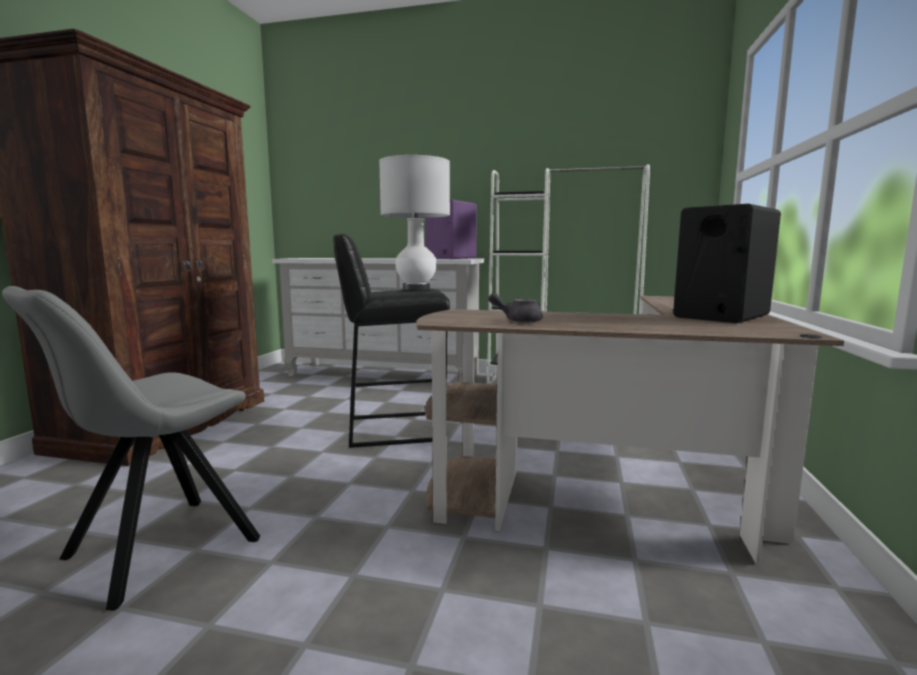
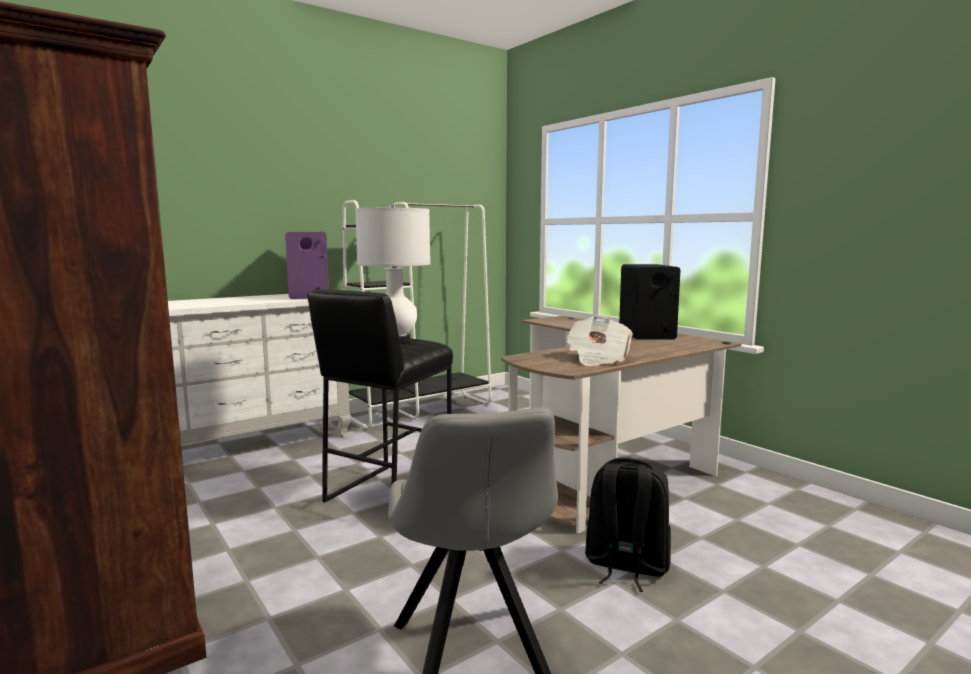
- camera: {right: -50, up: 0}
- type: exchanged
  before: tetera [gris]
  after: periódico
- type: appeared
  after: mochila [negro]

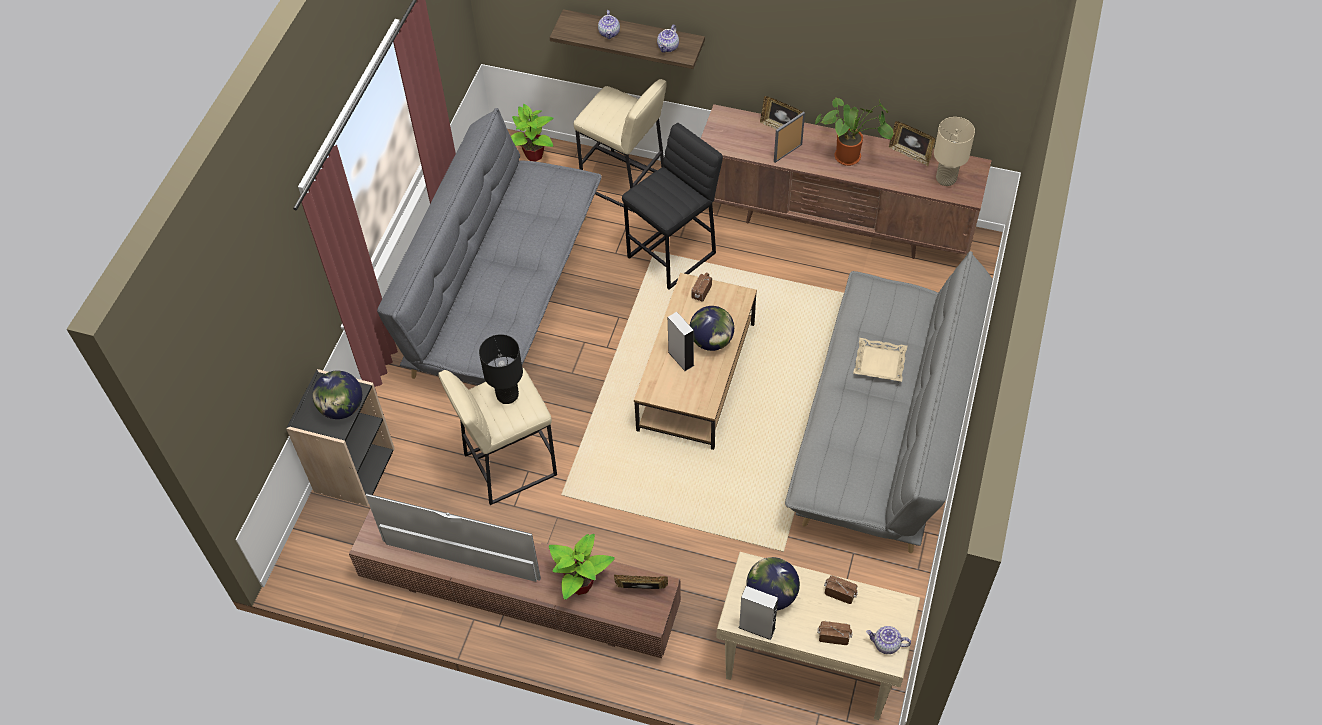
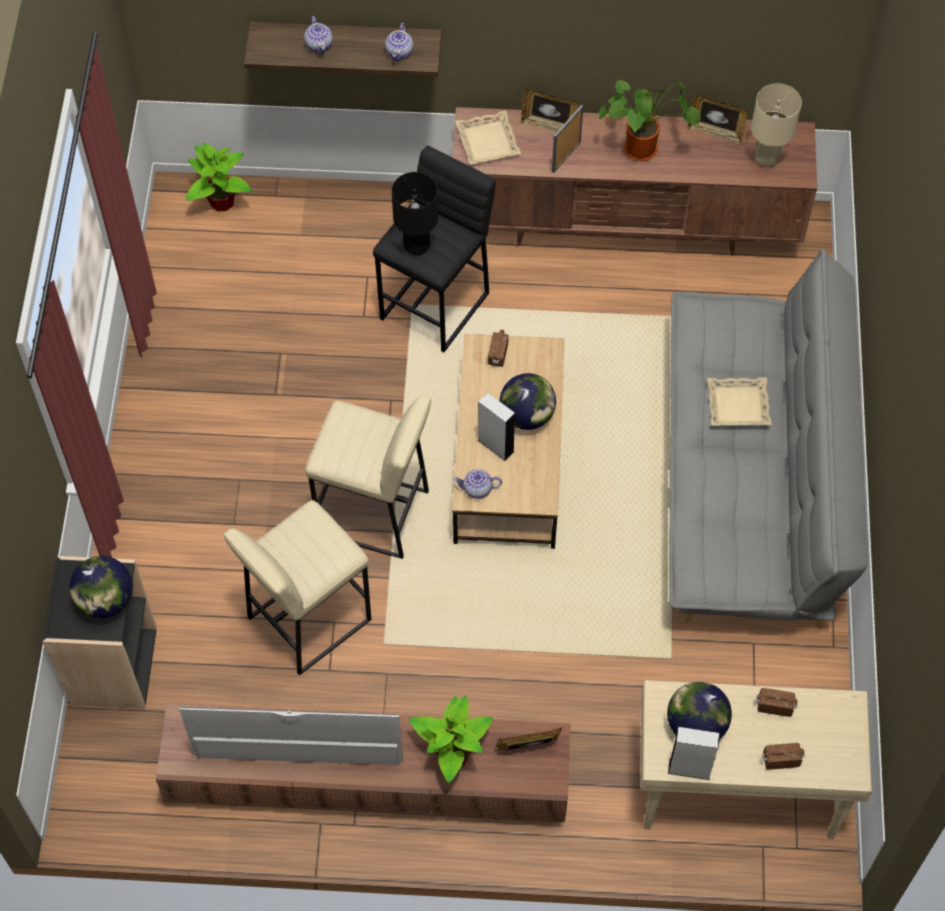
- camera: {right: -15, up: 5}
- type: missing
  before: sofá [gris] (no. 1 from left)
- type: relocated
  before: lámpara de mesa [negro]
- type: relocated
  before: taburete [beis] (no. 2 from left)
- type: relocated
  before: tetera (no. 3 from left)
- type: appeared
  after: bandeja [beis] (no. 1 from left)

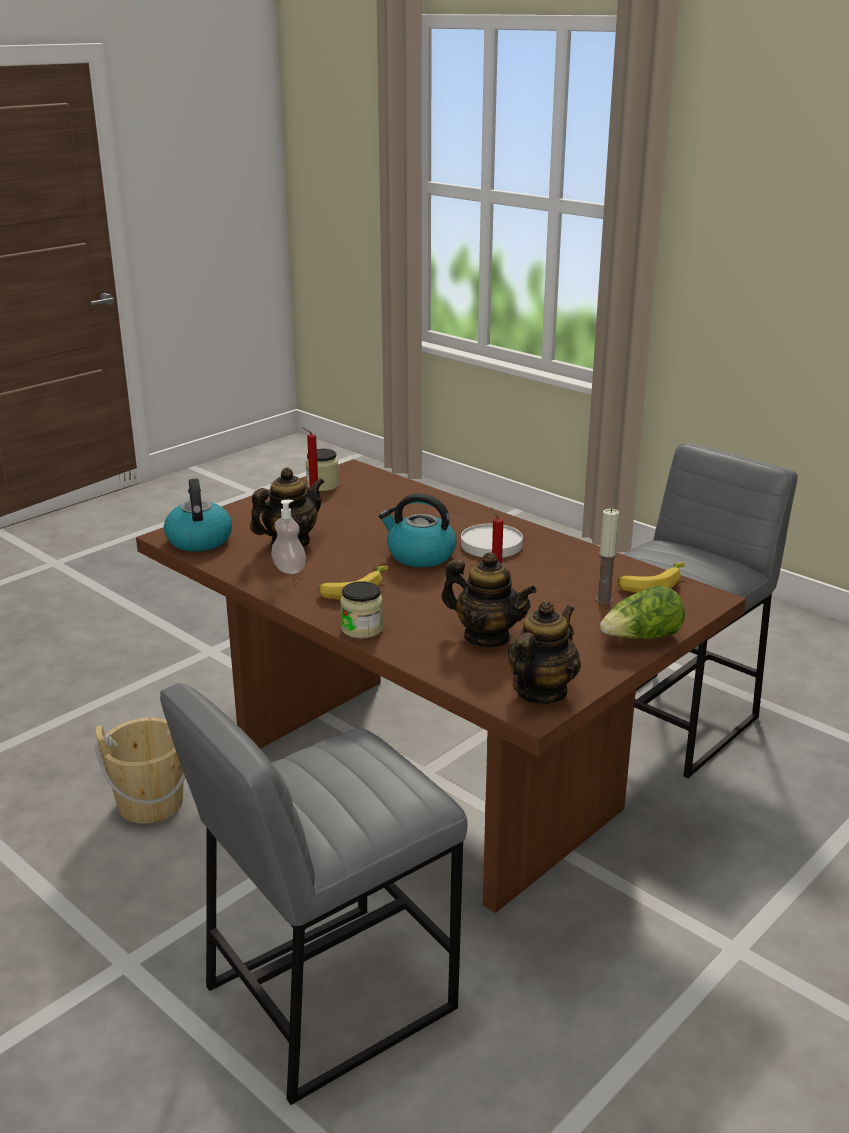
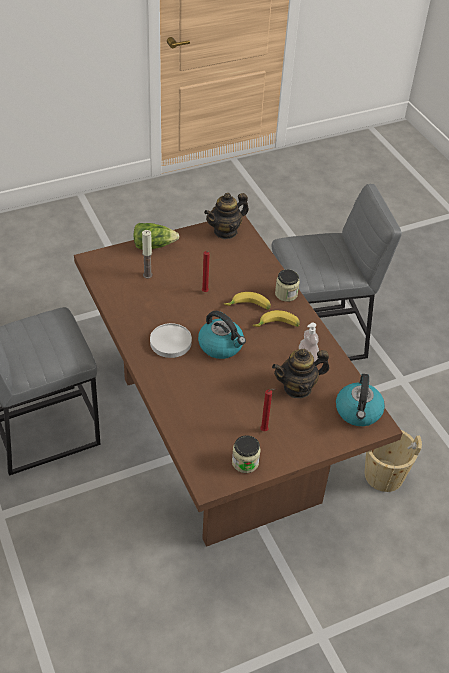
- camera: {right: -160, up: 20}
- type: missing
  before: tetera (no. 2 from left)
- type: relocated
  before: plátano (no. 2 from left in the first image)
  after: plátano (no. 1 from left)

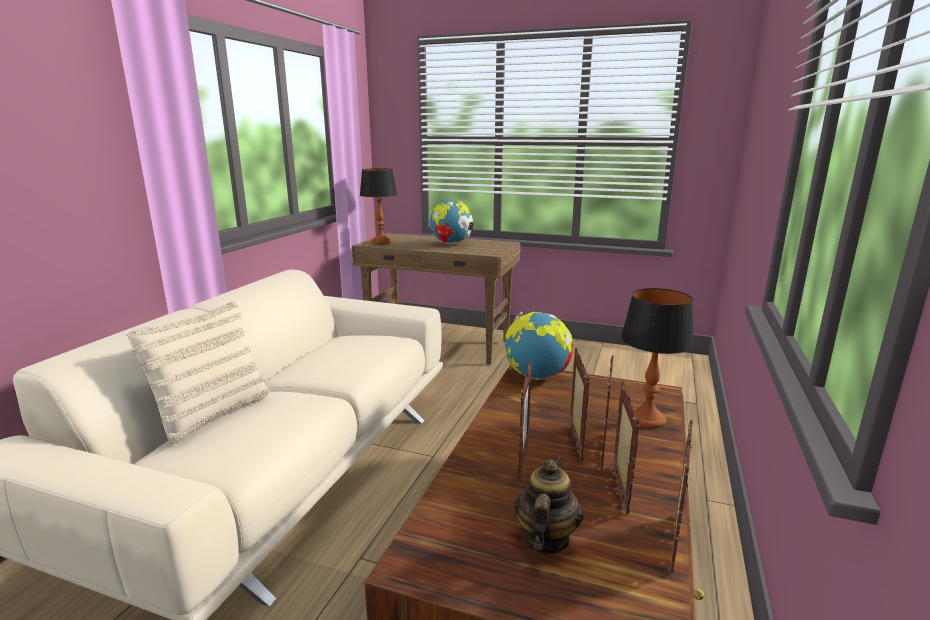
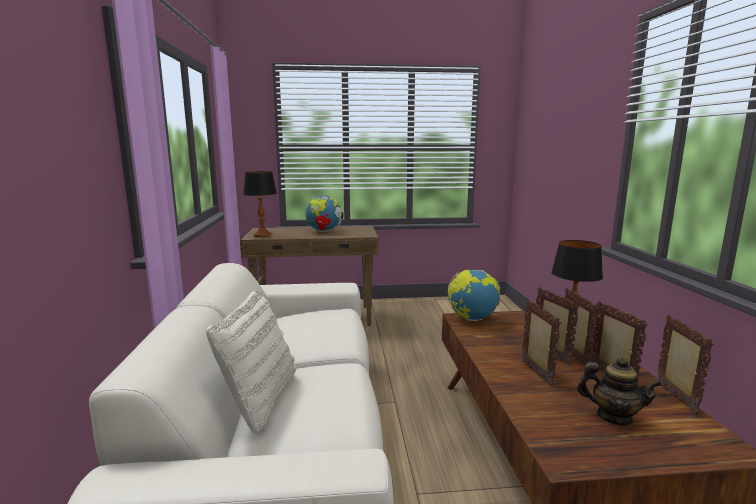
- camera: {right: -25, up: -5}
- type: spun
  before: tetera
  turn: 120

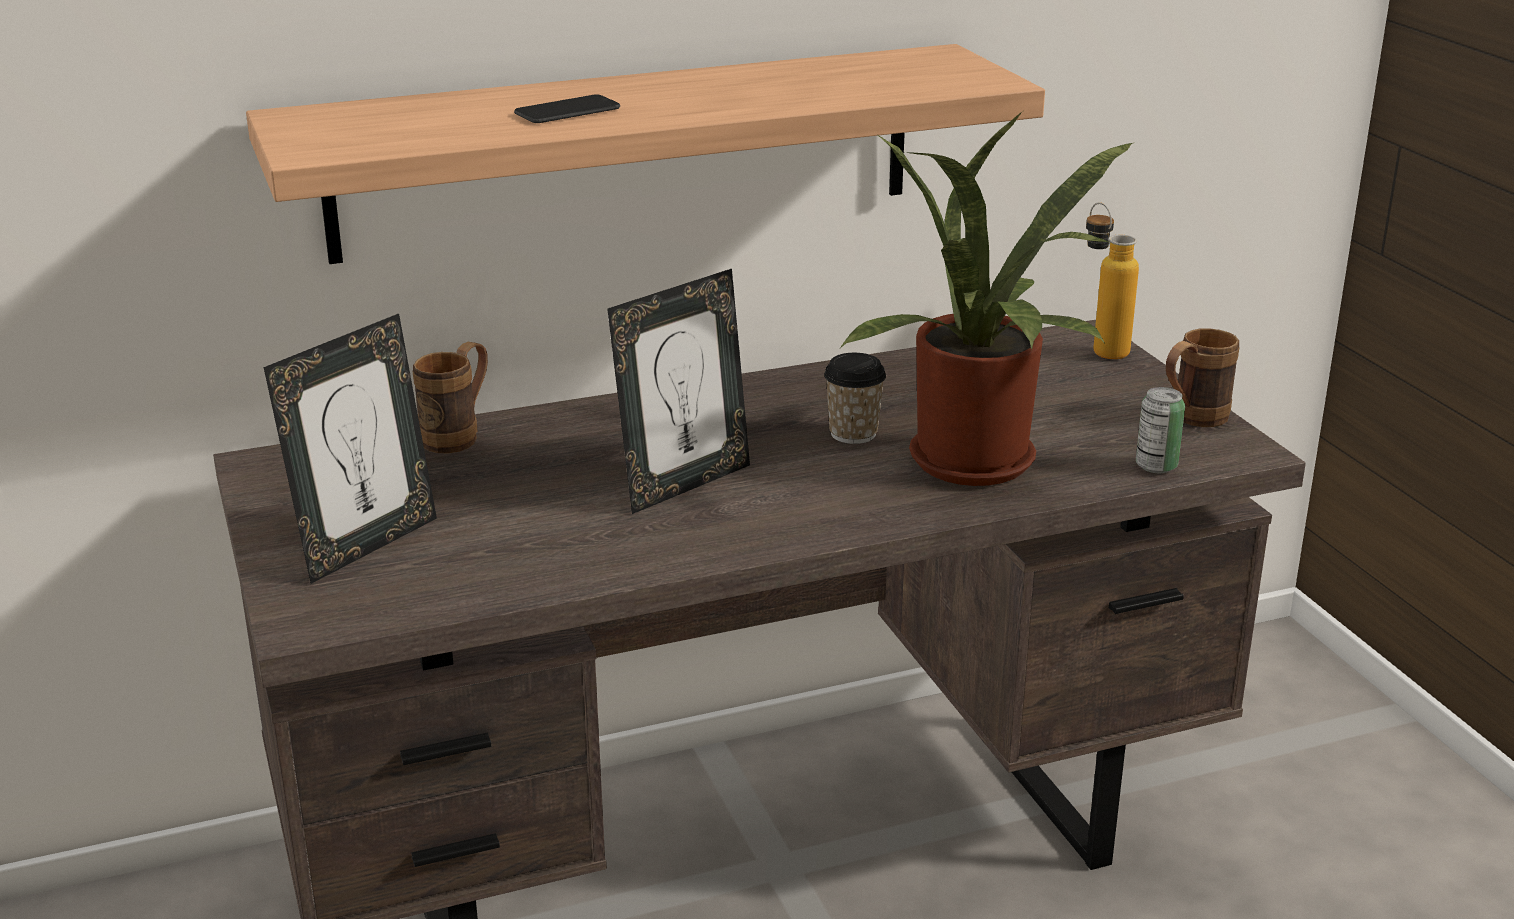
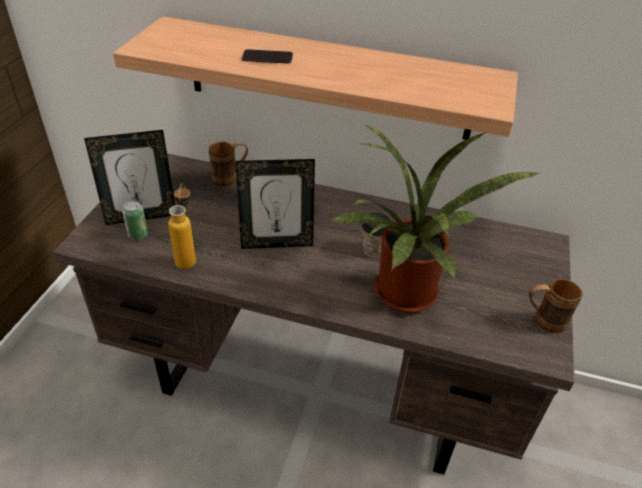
- camera: {right: 35, up: 15}
- type: relocated
  before: botella
- type: relocated
  before: lata

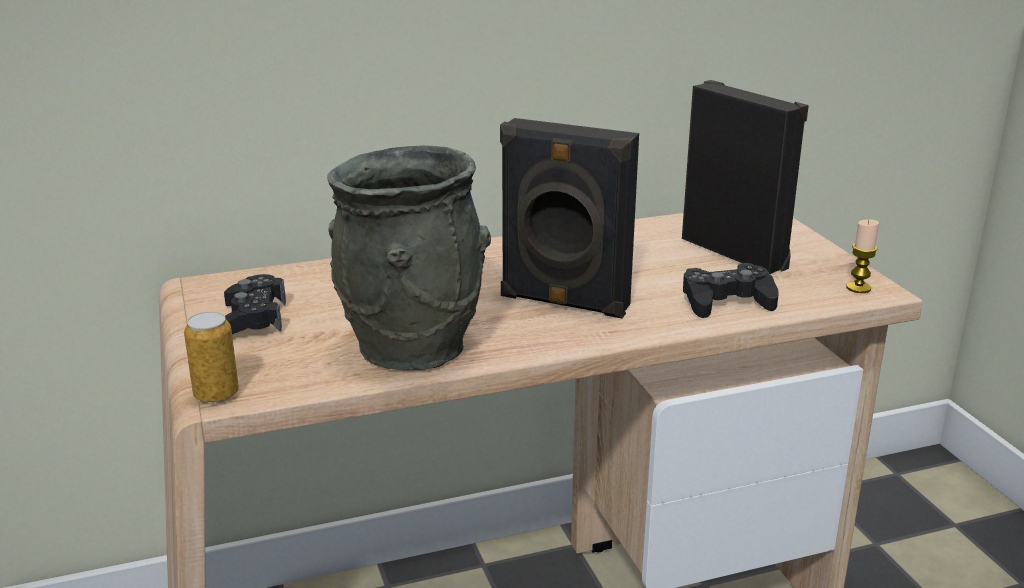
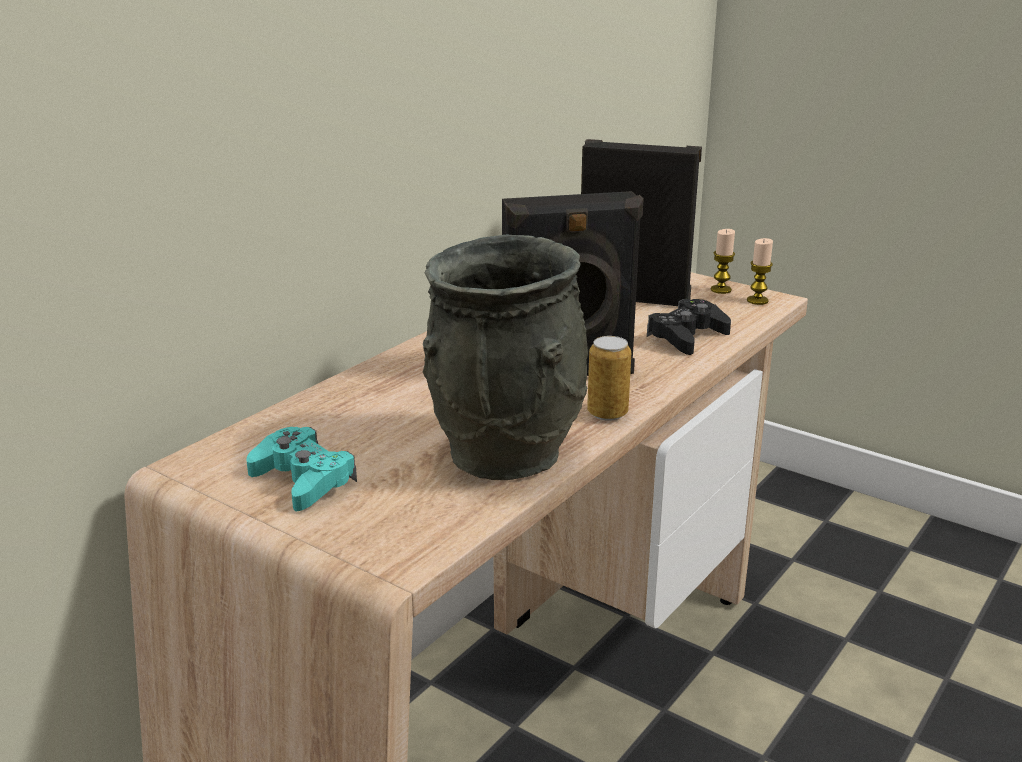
- camera: {right: -35, up: 0}
- type: relocated
  before: lata
- type: colour
  before: mando de consola [negro] (no. 1 from left)
  after: mando de consola [turquesa]
- type: appeared
  after: vela (no. 1 from left)

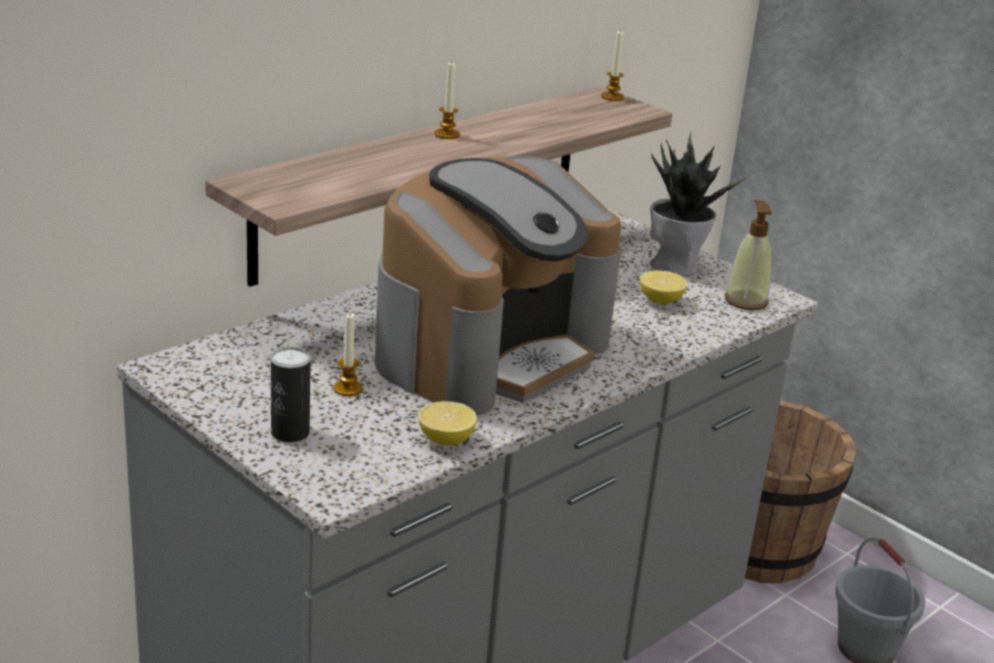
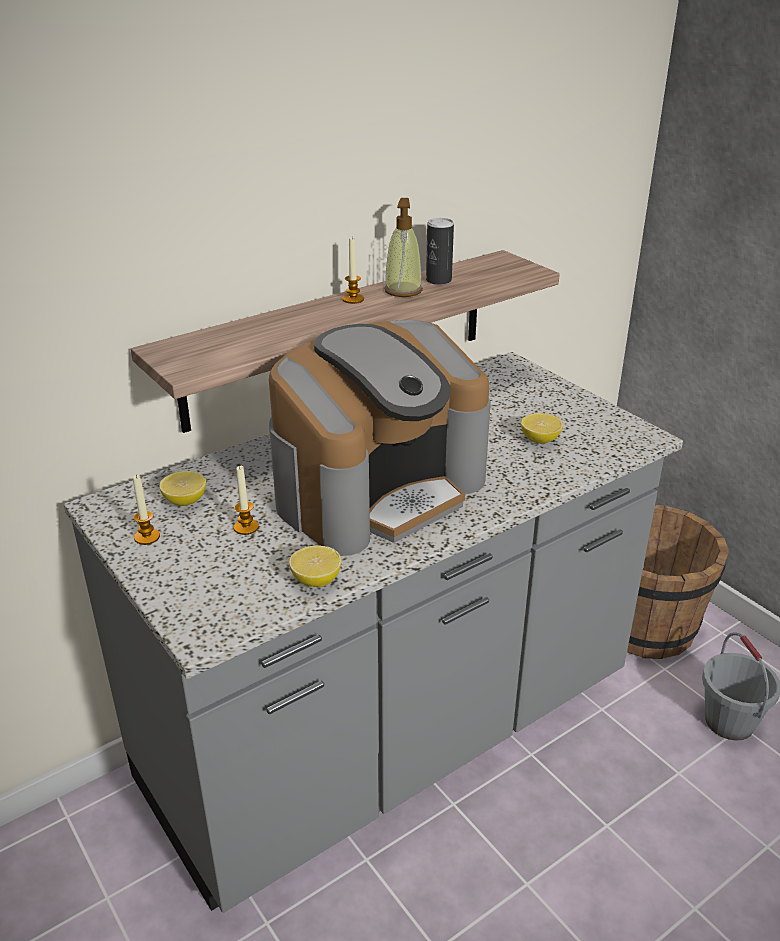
- camera: {right: 10, up: 5}
- type: relocated
  before: lata
- type: relocated
  before: vela (no. 3 from left in the first image)
  after: vela (no. 1 from left)
- type: missing
  before: planta en maceta
- type: relocated
  before: dispensador de jabón
- type: appeared
  after: limón (no. 1 from left)

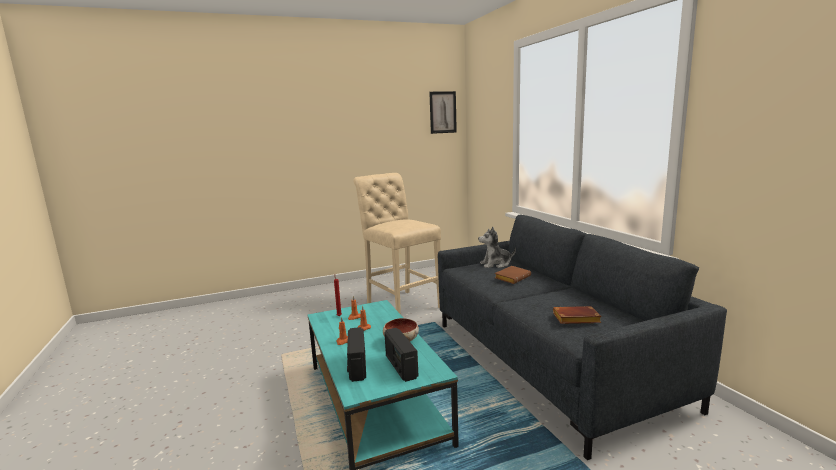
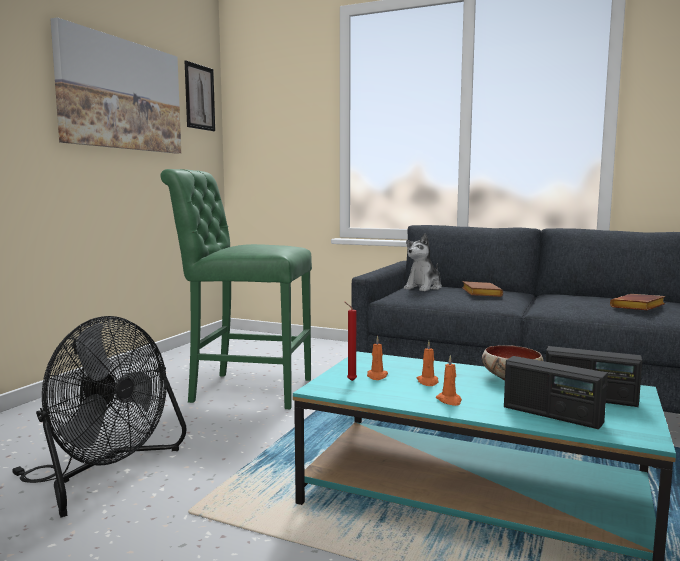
- camera: {right: -45, up: -5}
- type: colour
  before: taburete [beis]
  after: taburete [verde]
- type: appeared
  after: ventilador [negro]
- type: appeared
  after: cuadro (no. 1 from left)

